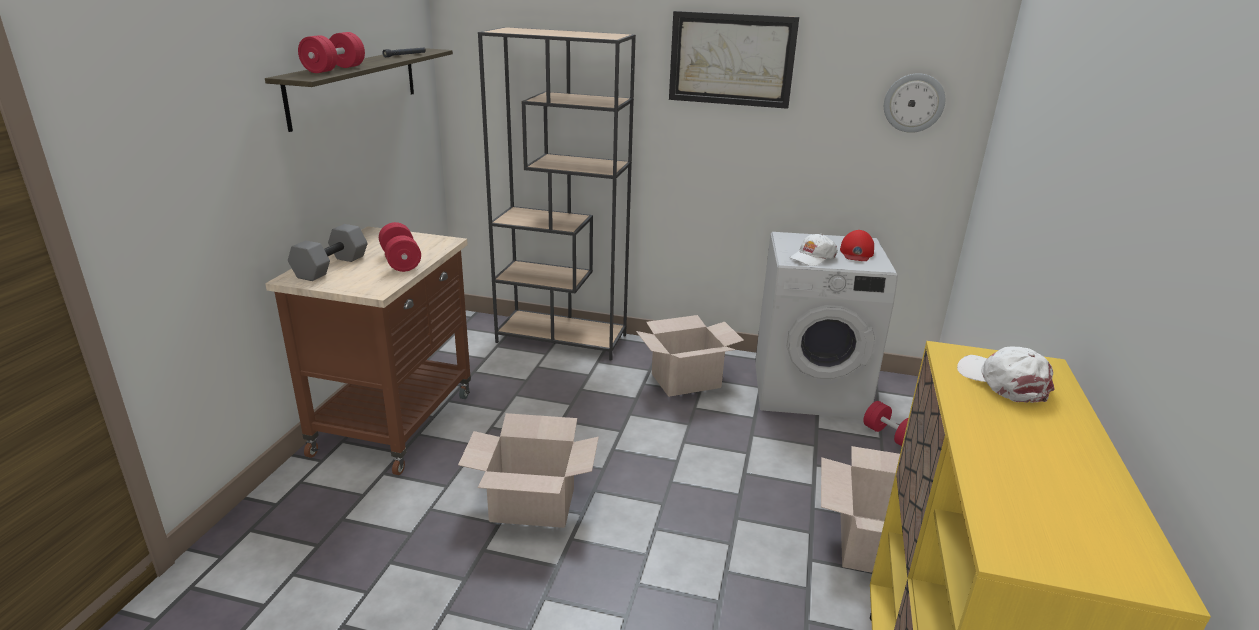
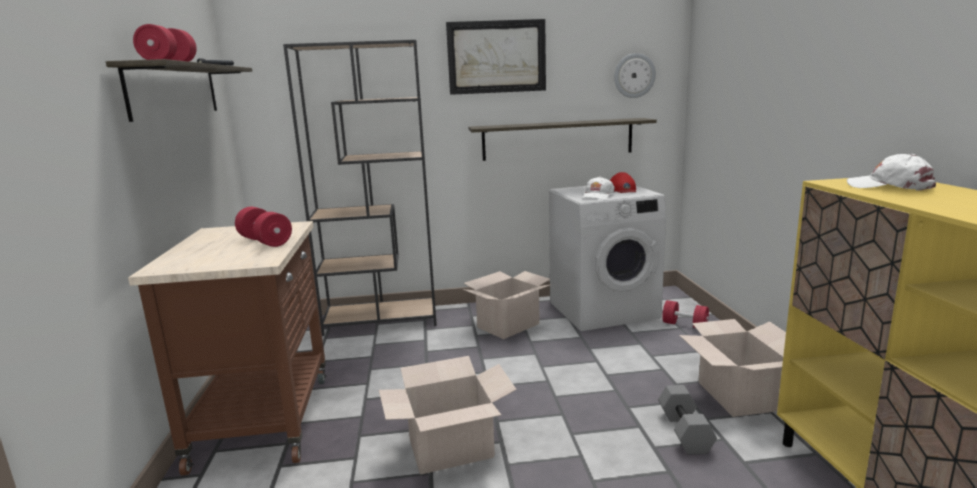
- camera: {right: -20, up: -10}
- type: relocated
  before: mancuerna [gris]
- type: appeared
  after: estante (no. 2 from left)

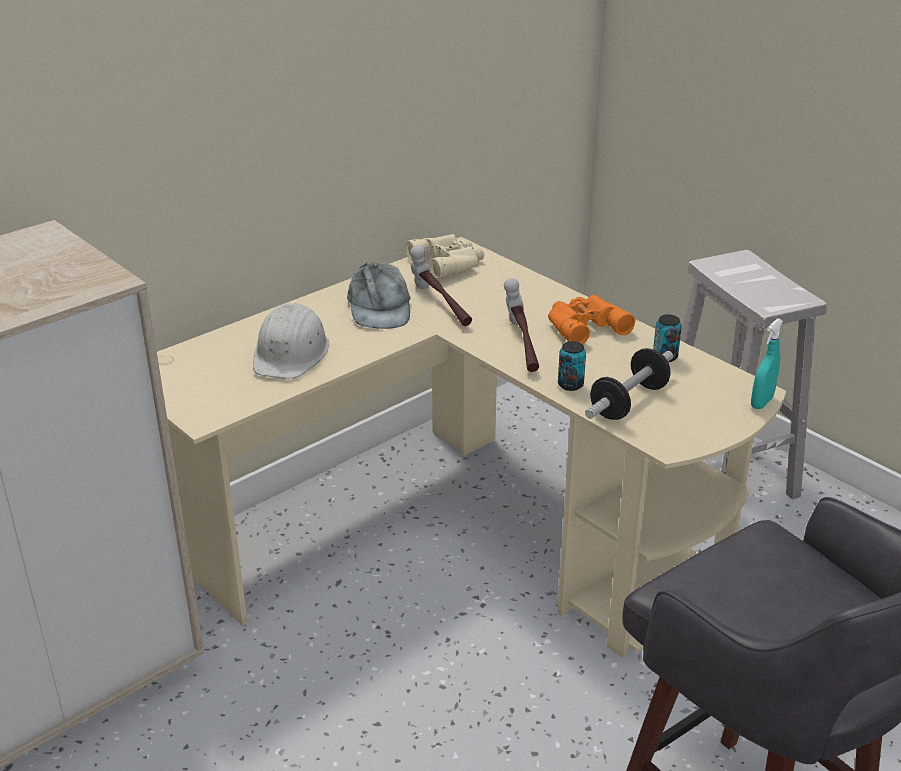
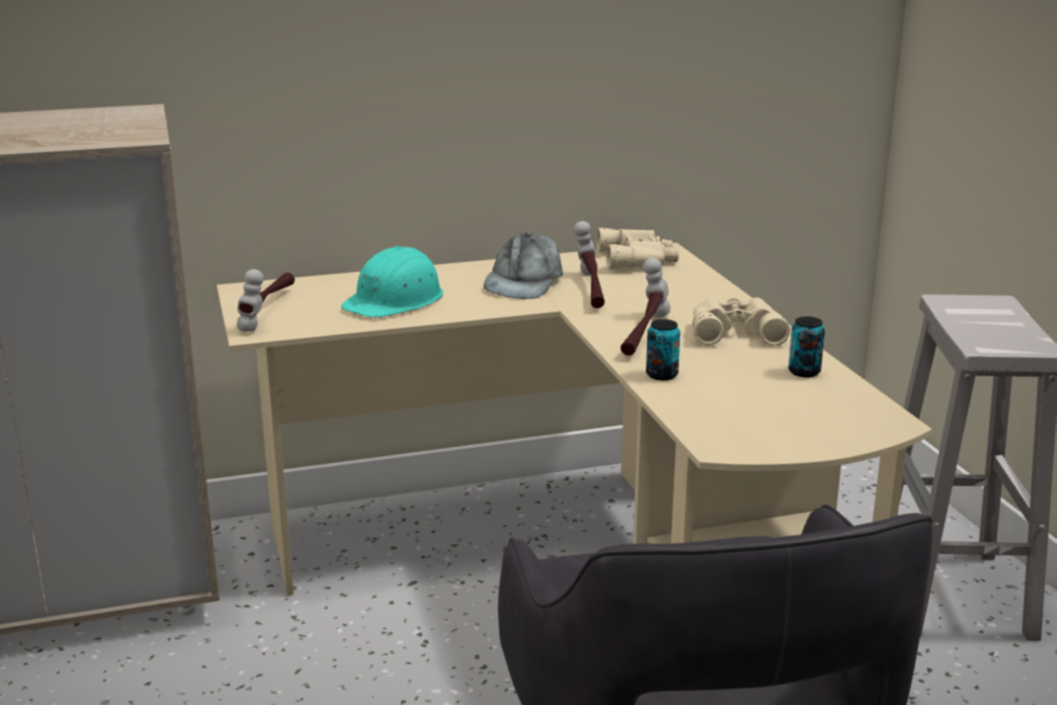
- camera: {right: 25, up: -10}
- type: colour
  before: casco [blanco]
  after: casco [turquesa]
- type: colour
  before: prismáticos [naranja]
  after: prismáticos [beis] (no. 2 from left)
- type: missing
  before: mancuerna
- type: missing
  before: pulverizador [turquesa]
- type: appeared
  after: martillo (no. 1 from left)

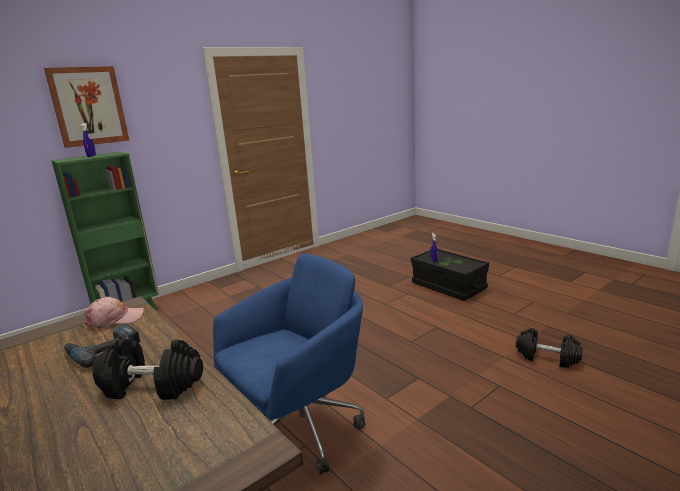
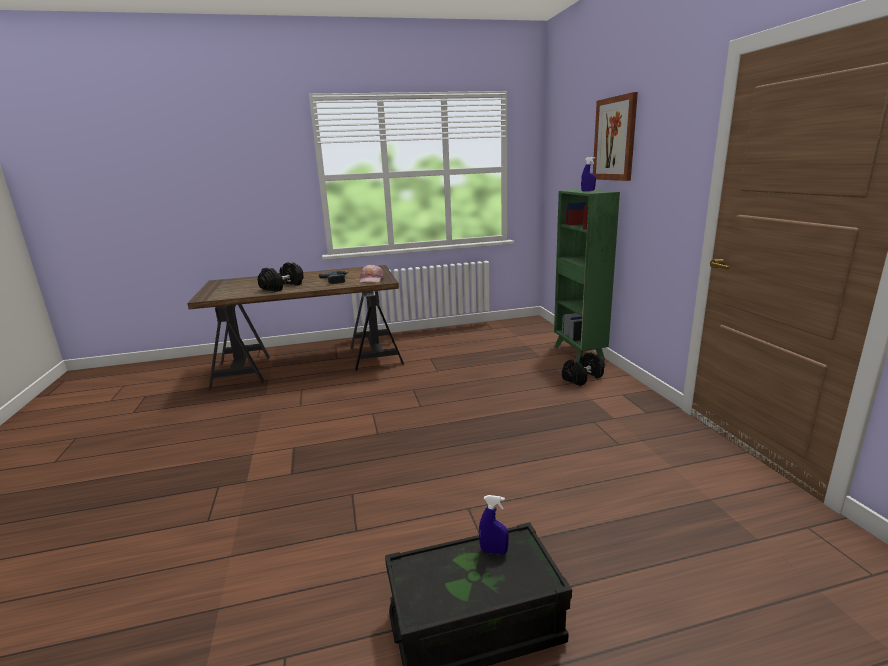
- camera: {right: 115, up: 0}
- type: missing
  before: silla de oficina [azul]
- type: relocated
  before: mancuerna [negro] (no. 2 from left)

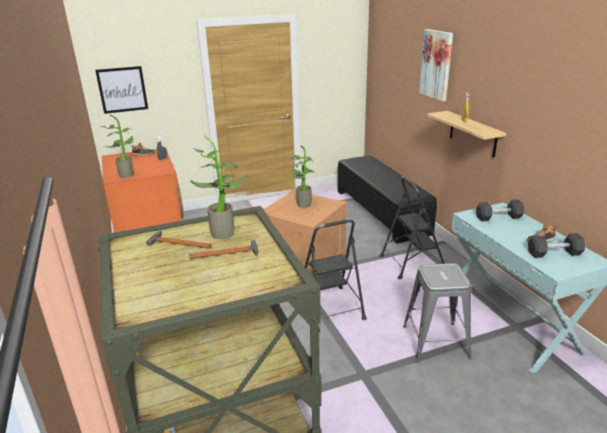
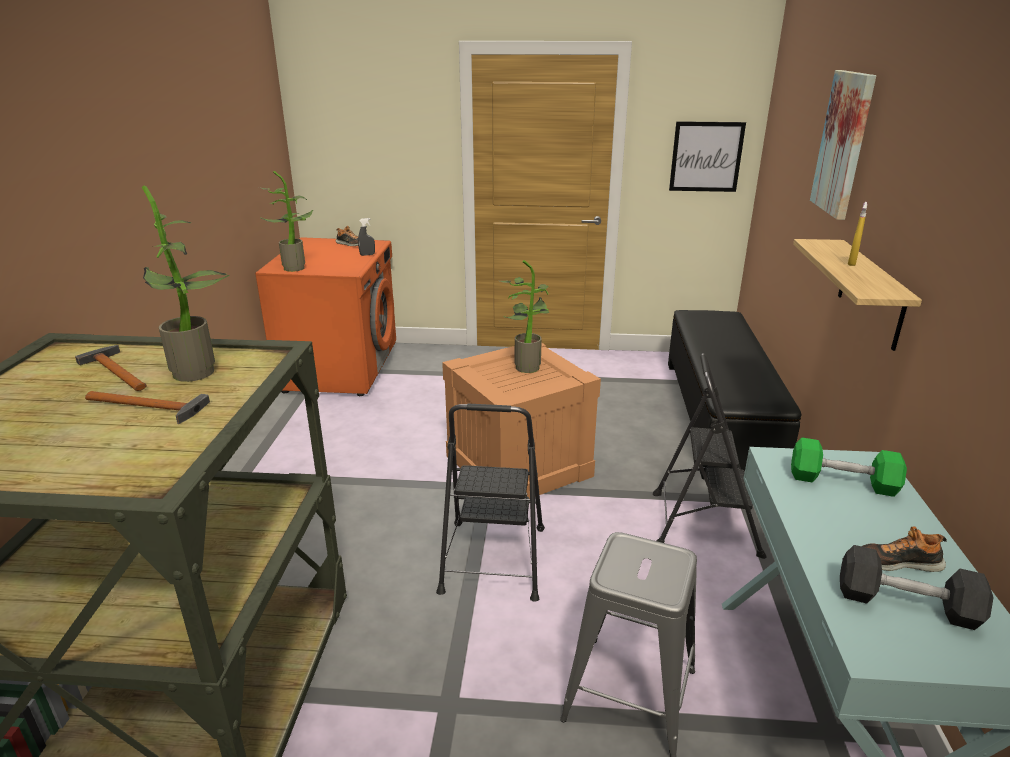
- camera: {right: 25, up: 0}
- type: relocated
  before: cuadro (no. 1 from left)
- type: colour
  before: mancuerna [gris] (no. 1 from left)
  after: mancuerna [verde]

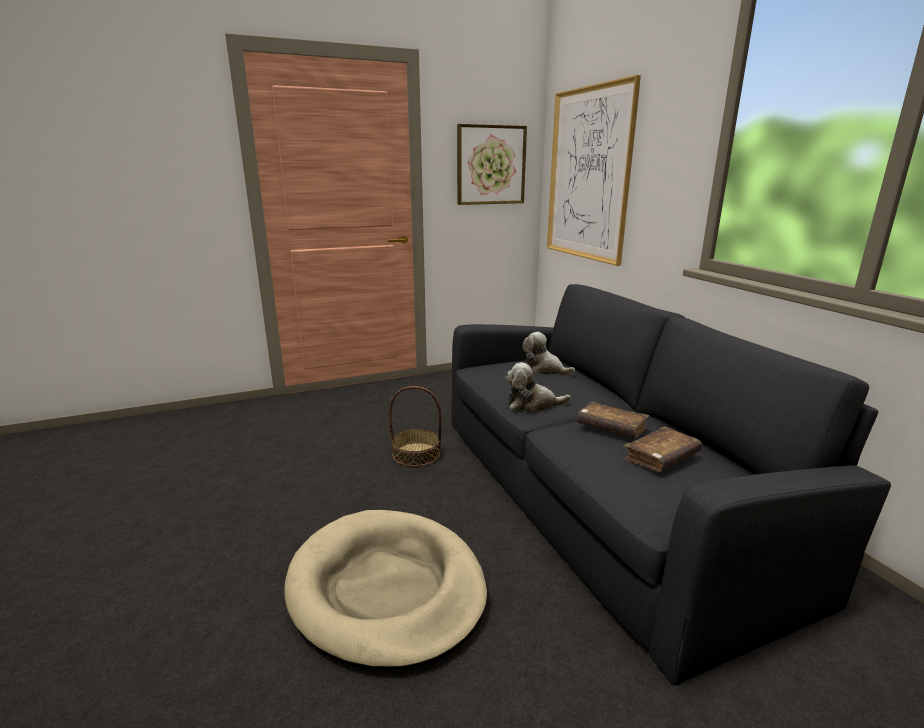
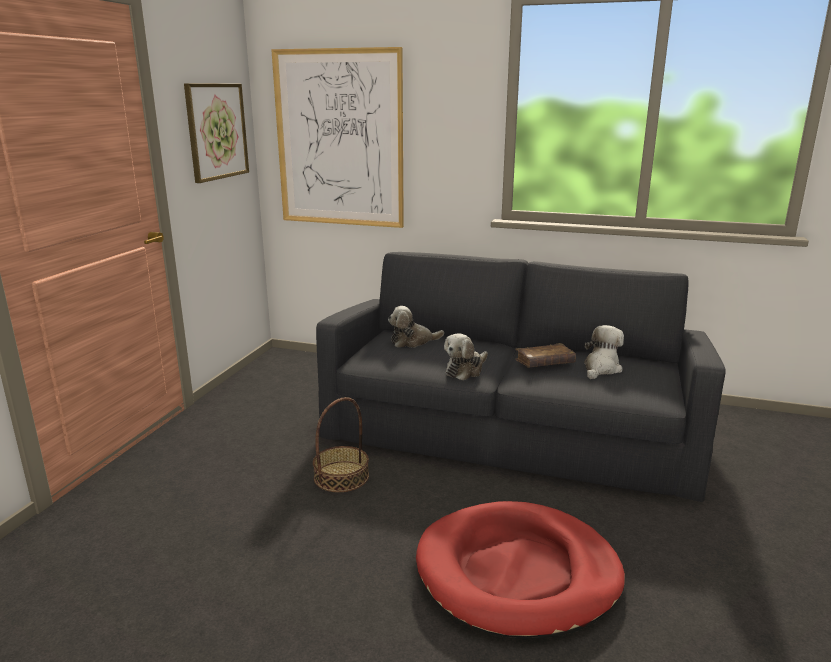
- camera: {right: -50, up: 0}
- type: colour
  before: cama para perro [beis]
  after: cama para perro [rojo]
- type: exchanged
  before: libro [marrón] (no. 2 from left)
  after: peluche (no. 3 from left)

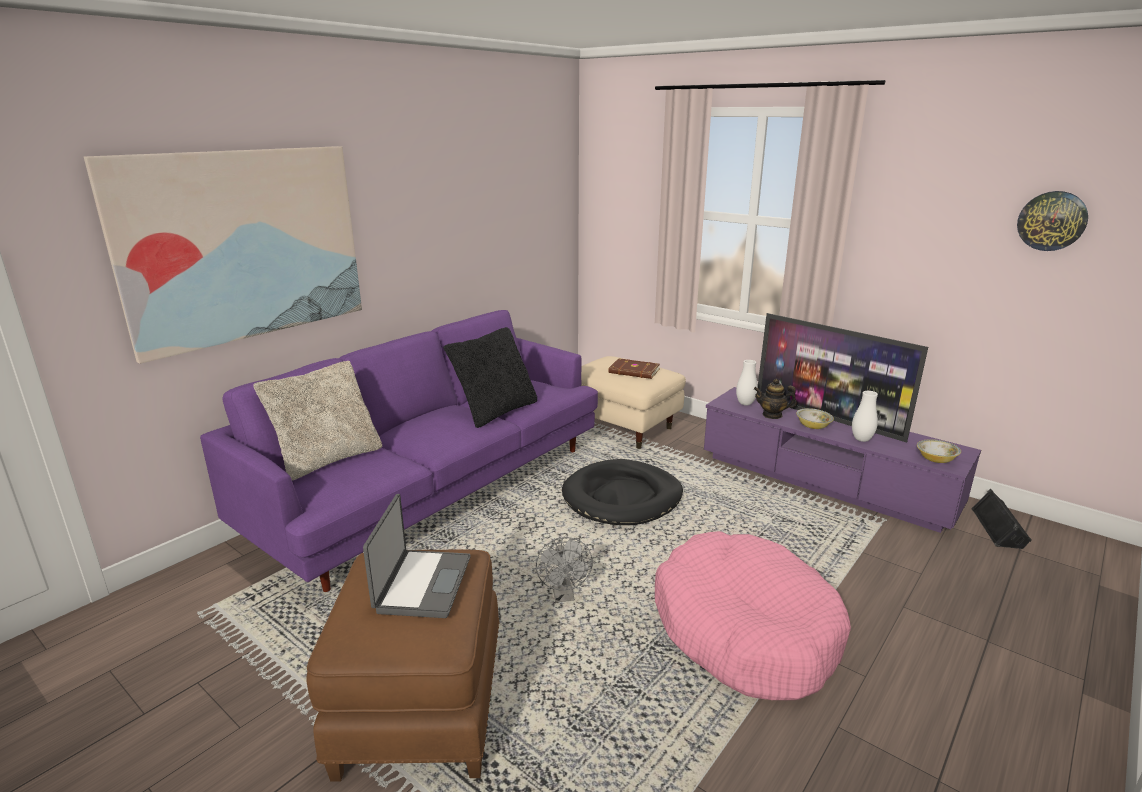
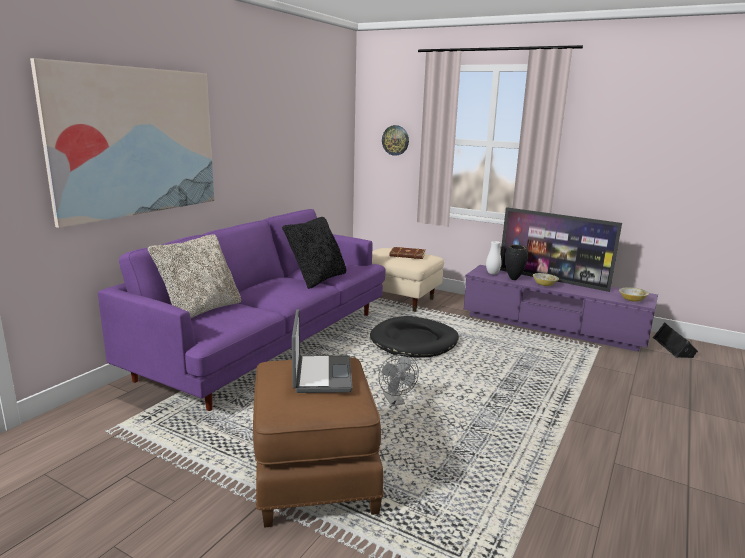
- camera: {right: -10, up: -5}
- type: missing
  before: cama para perro [rosa]
- type: exchanged
  before: tetera
  after: florero [negro]
- type: missing
  before: florero [blanco] (no. 2 from left)
- type: relocated
  before: reloj de pared

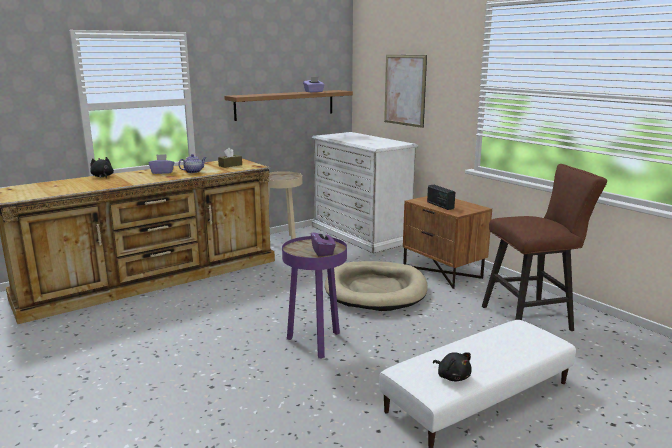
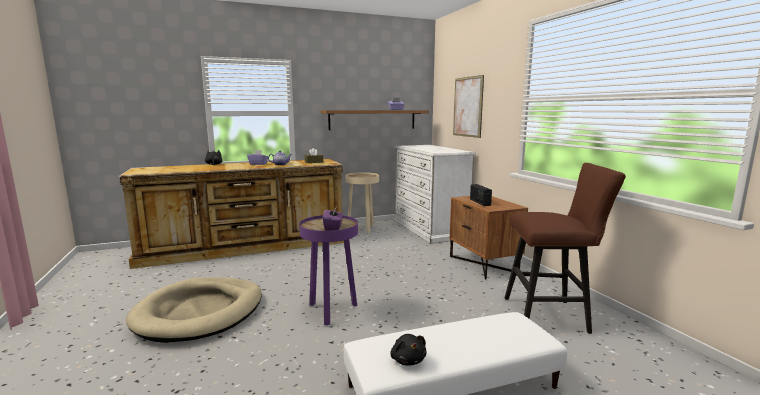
- camera: {right: 15, up: -5}
- type: relocated
  before: cama para perro [beis]

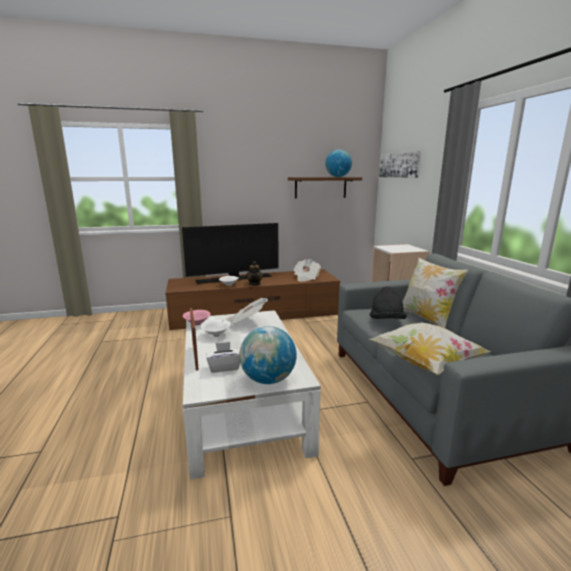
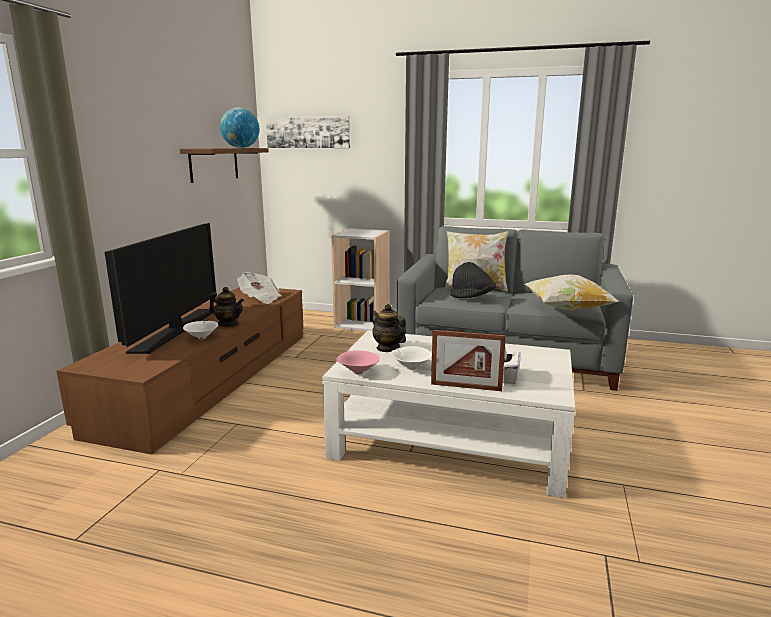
- camera: {right: -60, up: 0}
- type: exchanged
  before: periódico (no. 1 from left)
  after: tetera (no. 2 from left)
- type: missing
  before: globo terráqueo (no. 1 from left)

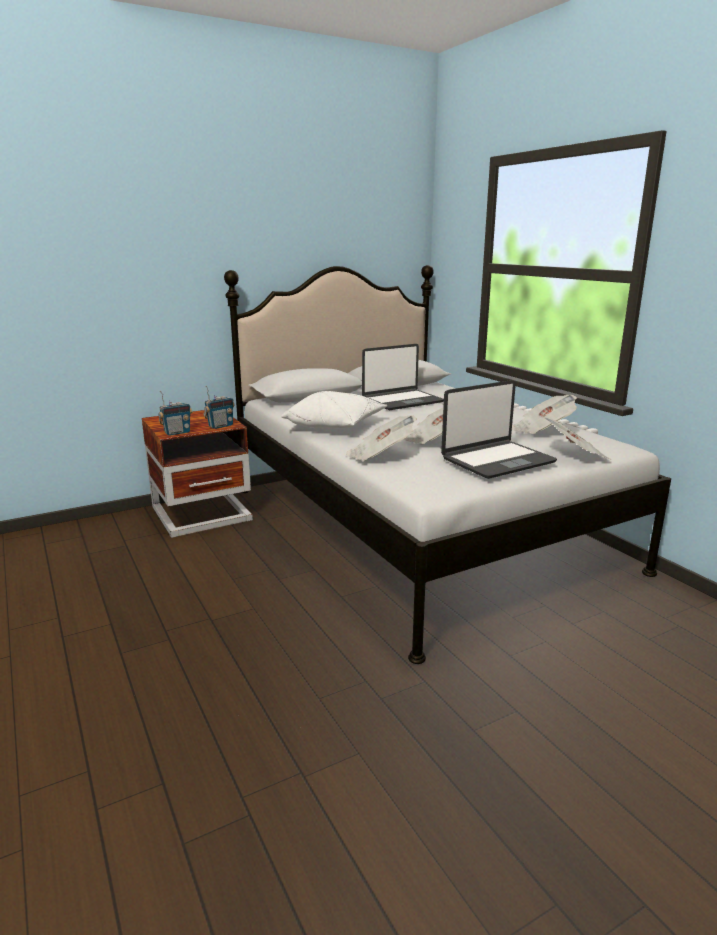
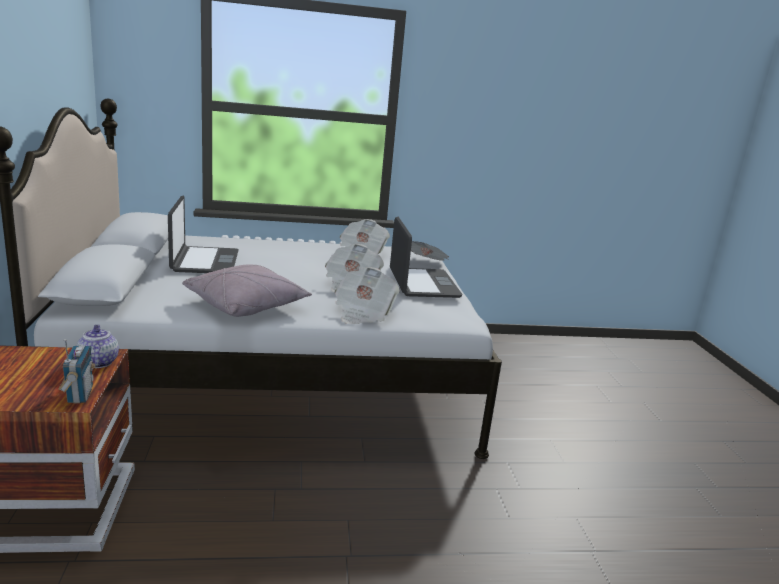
- camera: {right: -70, up: 0}
- type: exchanged
  before: radio (no. 2 from left)
  after: tetera
- type: colour
  before: cojín [blanco]
  after: cojín [morado]

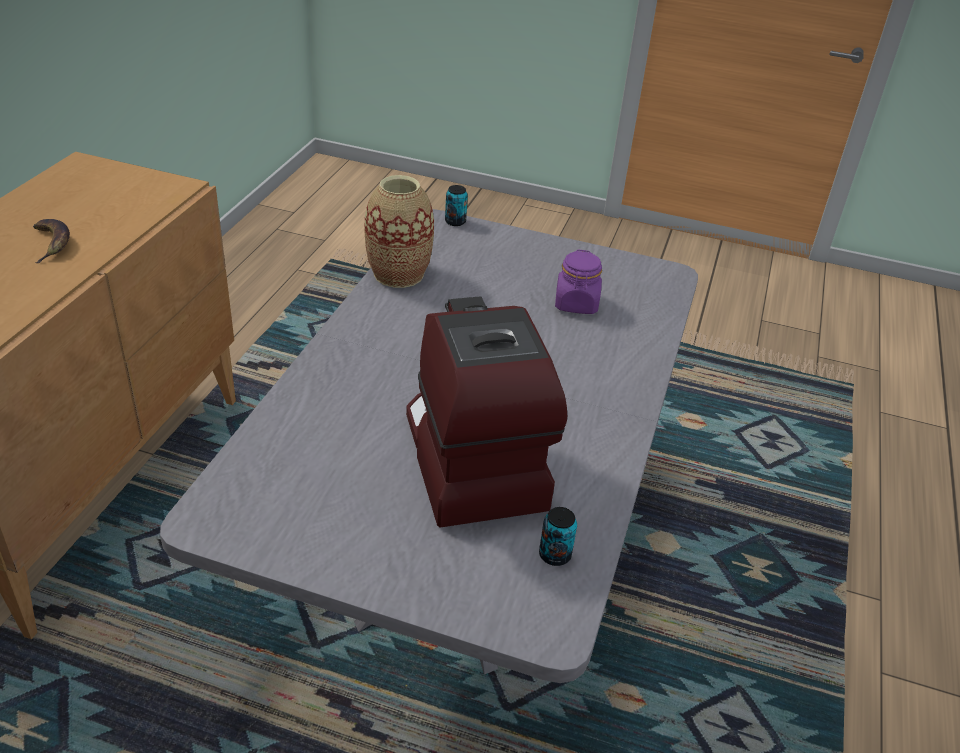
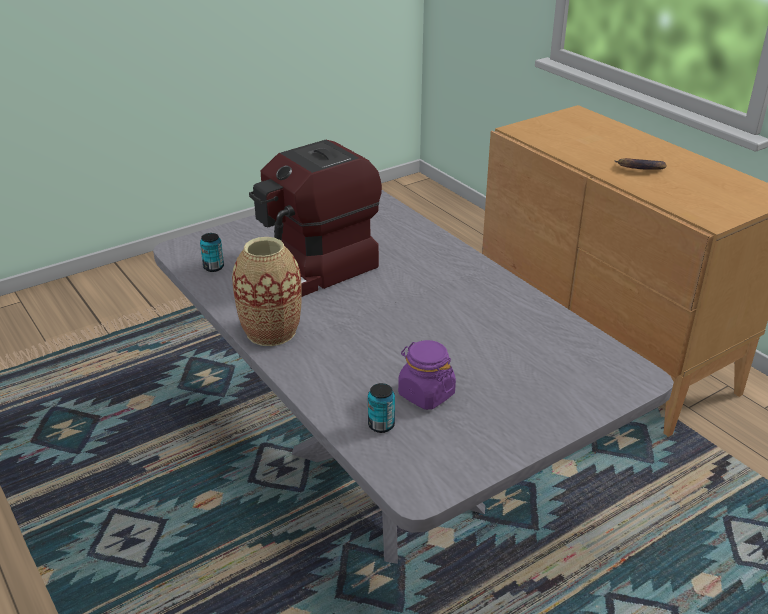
- camera: {right: 130, up: -5}
- type: relocated
  before: florero
- type: spun
  before: cafetera
  turn: 120
- type: relocated
  before: lata (no. 1 from left in the first image)
  after: lata (no. 2 from left)

